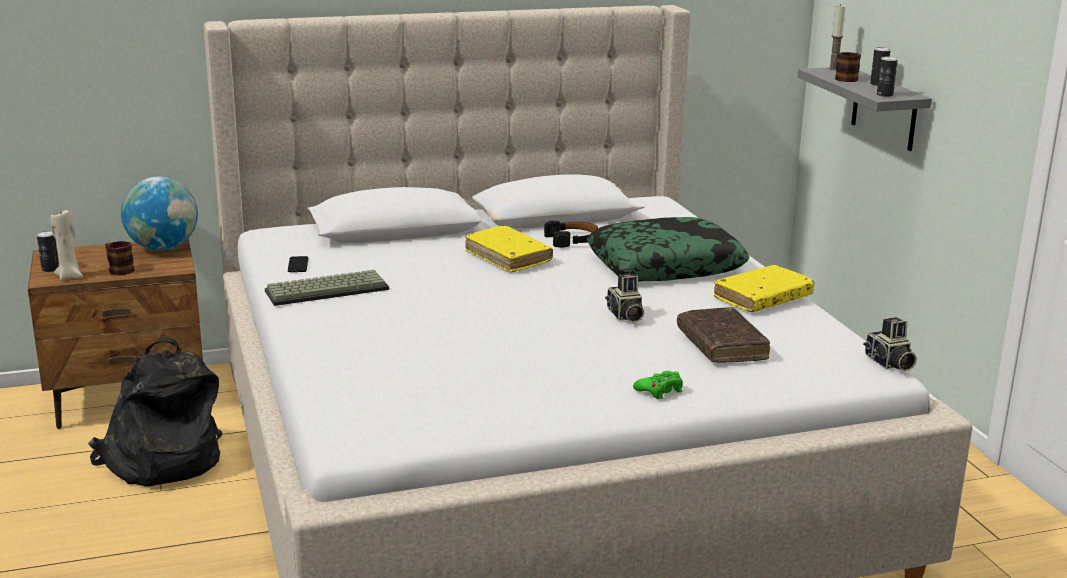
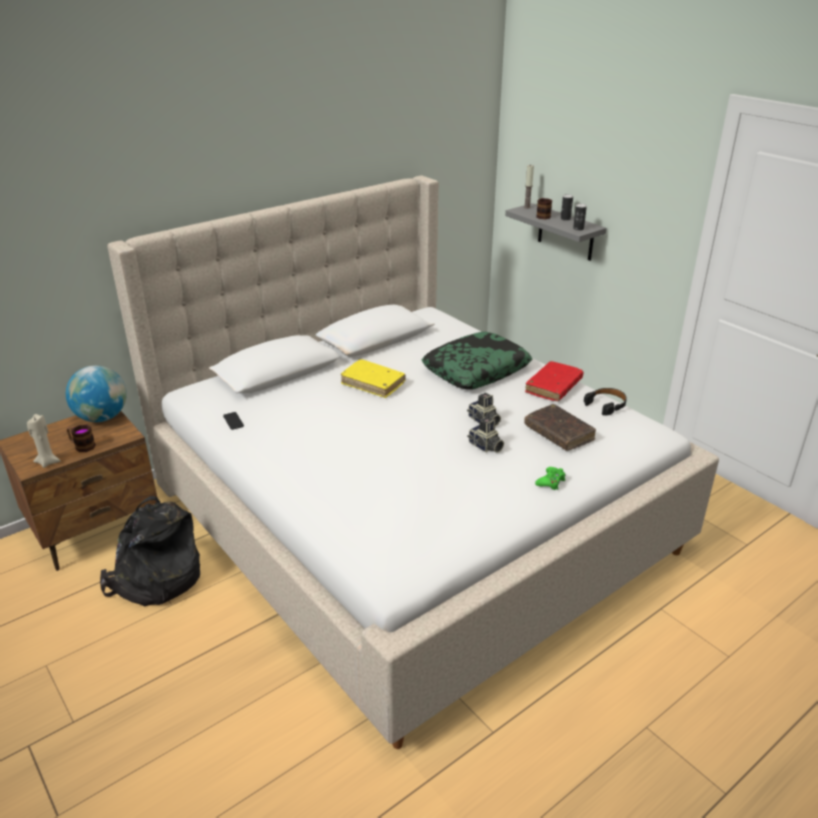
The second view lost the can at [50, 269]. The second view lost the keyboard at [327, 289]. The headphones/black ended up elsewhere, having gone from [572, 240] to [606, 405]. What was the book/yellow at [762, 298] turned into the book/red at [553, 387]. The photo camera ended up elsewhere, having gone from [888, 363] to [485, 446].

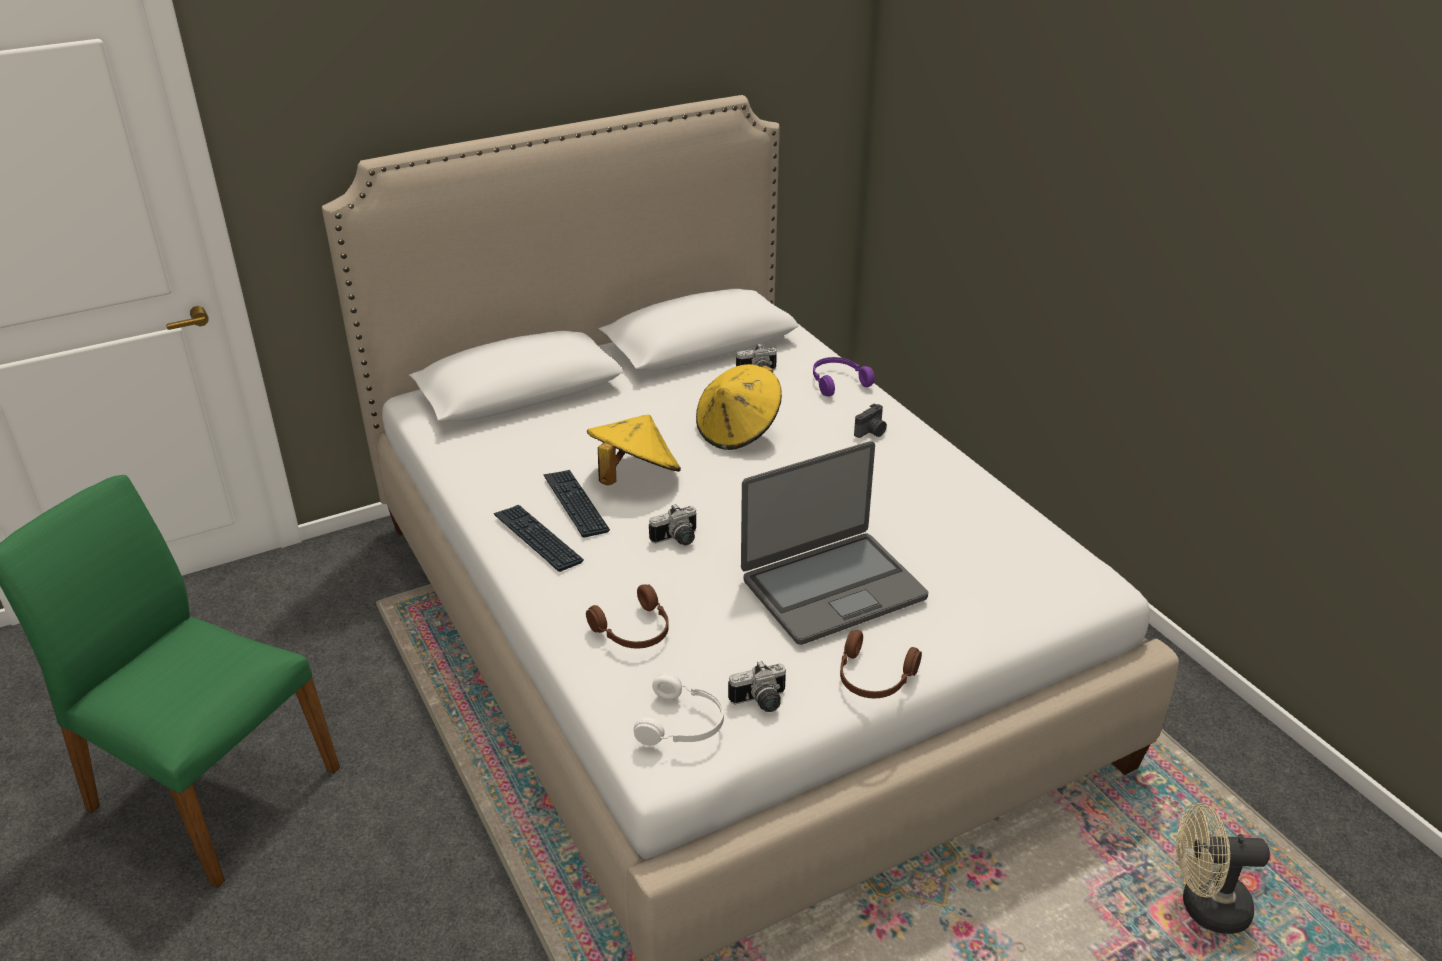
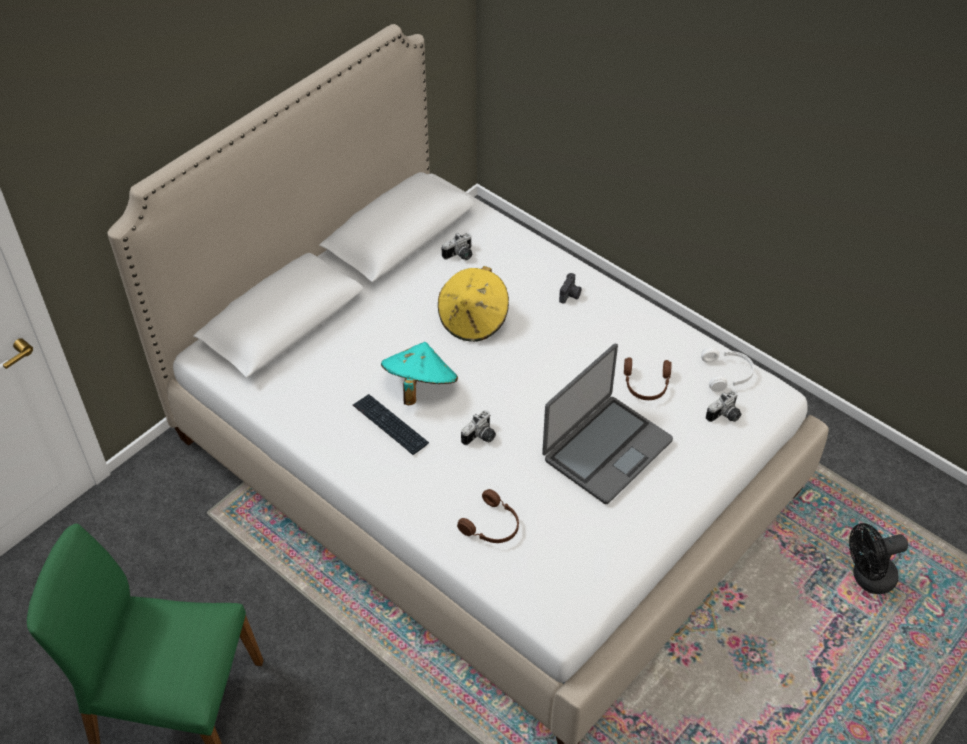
The second view lost the keyboard at [537, 539]. What was the hat/yellow at [634, 477] turned into the hat/turquoise at [419, 387]. The headphones/white ended up elsewhere, having gone from [683, 724] to [727, 373]. The photo camera ended up elsewhere, having gone from [761, 702] to [725, 416]. The second view lost the headphones/purple at [837, 382]. The headphones/brown ended up elsewhere, having gone from [873, 678] to [646, 385]. What was the fan/beige at [1204, 907] turned into the fan/black at [867, 578].

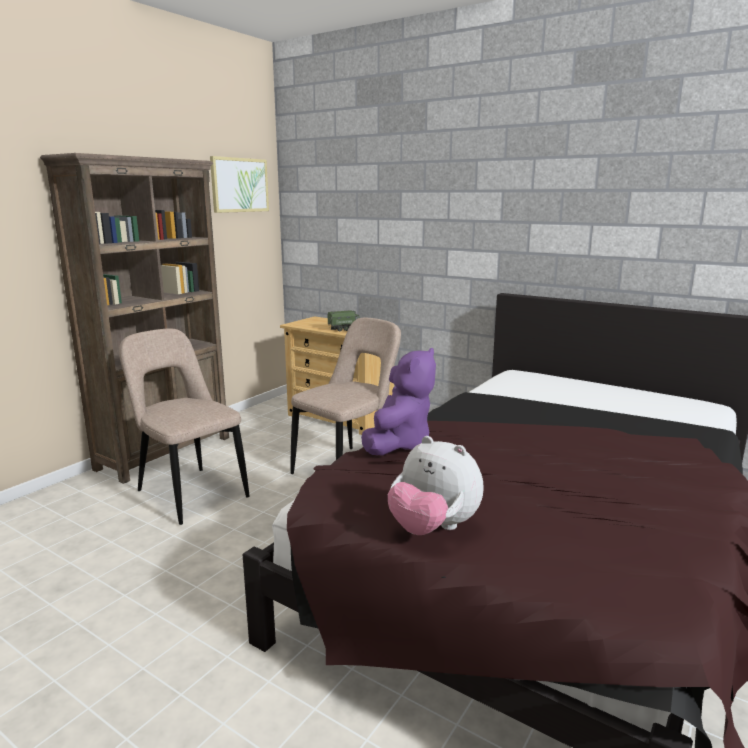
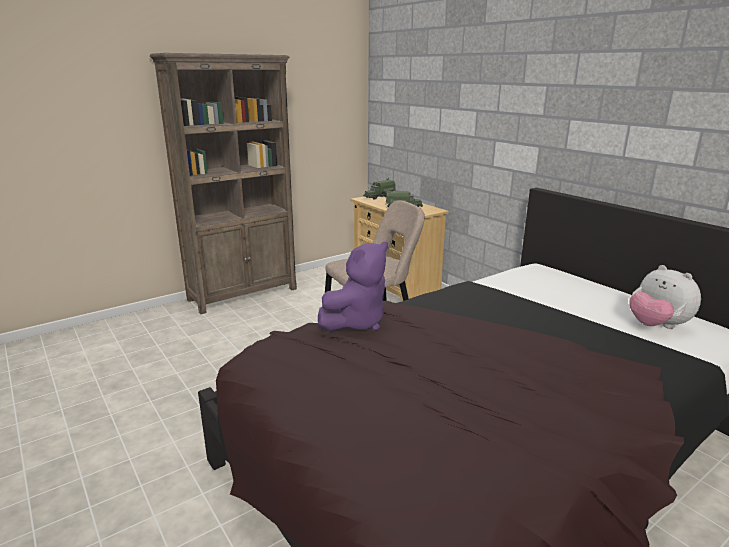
The second view lost the chair/beige at [189, 493]. The second view lost the picture at [239, 185]. The plush toy ended up elsewhere, having gone from [433, 528] to [657, 326]. The second view gained the toy truck at [379, 196].

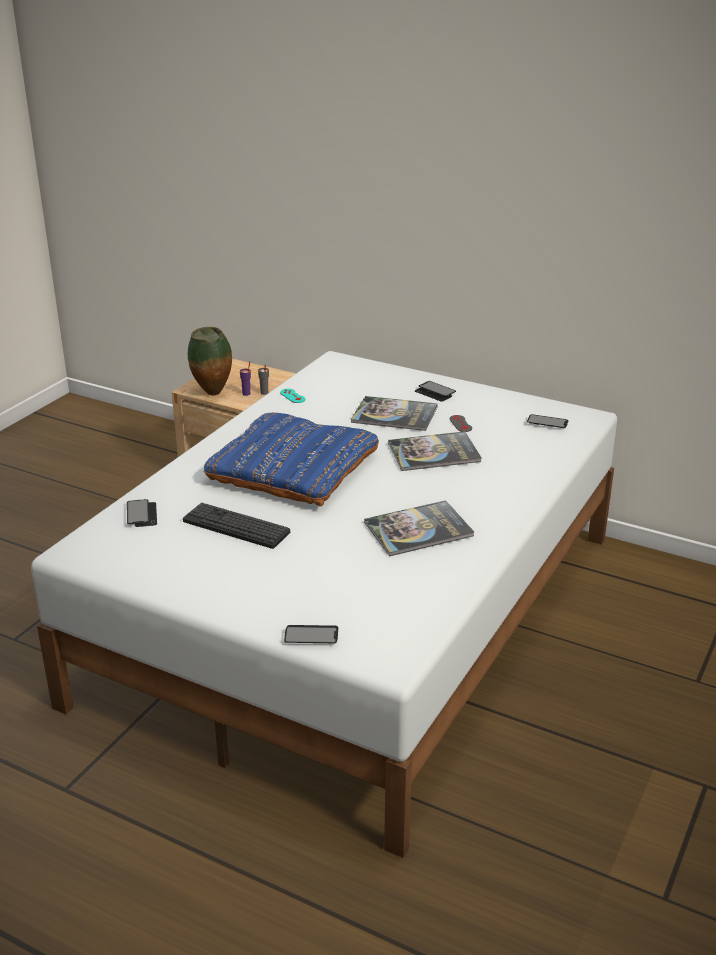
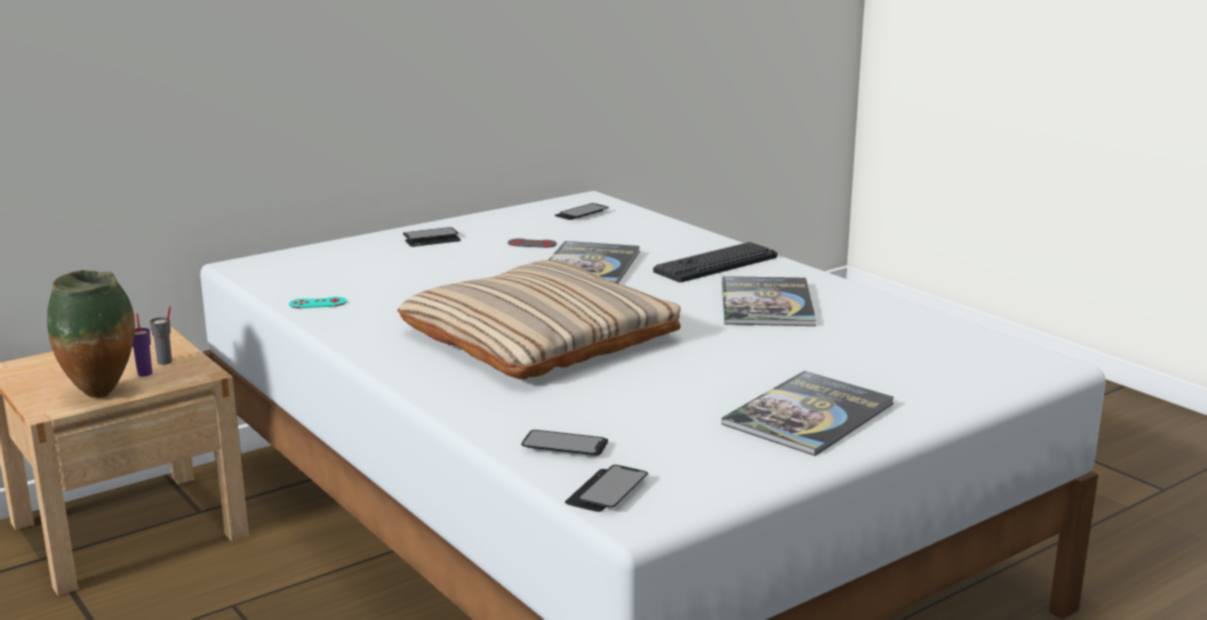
The keyboard ended up elsewhere, having gone from [236, 526] to [716, 264]. What was the pillow/blue at [293, 469] turned into the pillow/beige at [539, 336]. The phone ended up elsewhere, having gone from [311, 636] to [607, 491]. The book ended up elsewhere, having gone from [394, 415] to [809, 415].

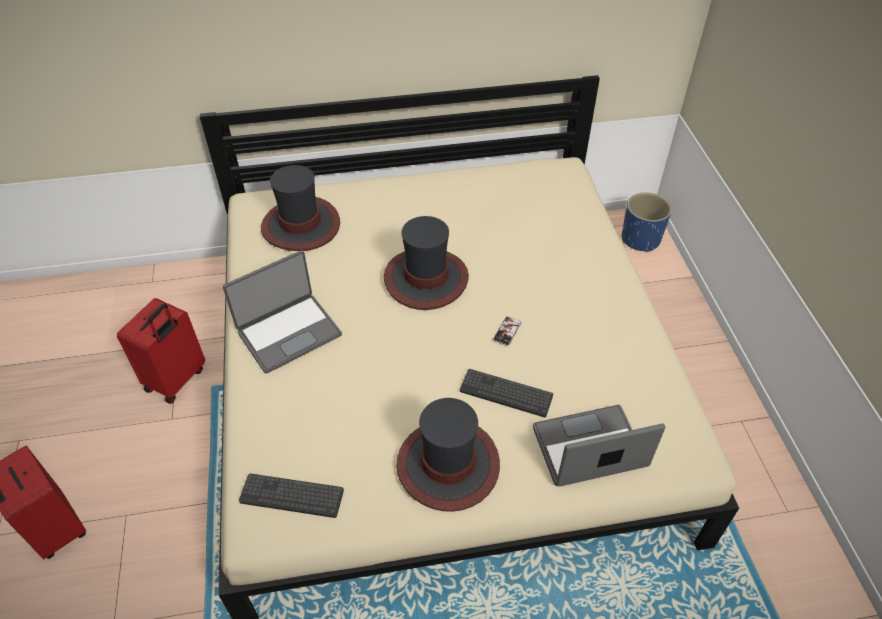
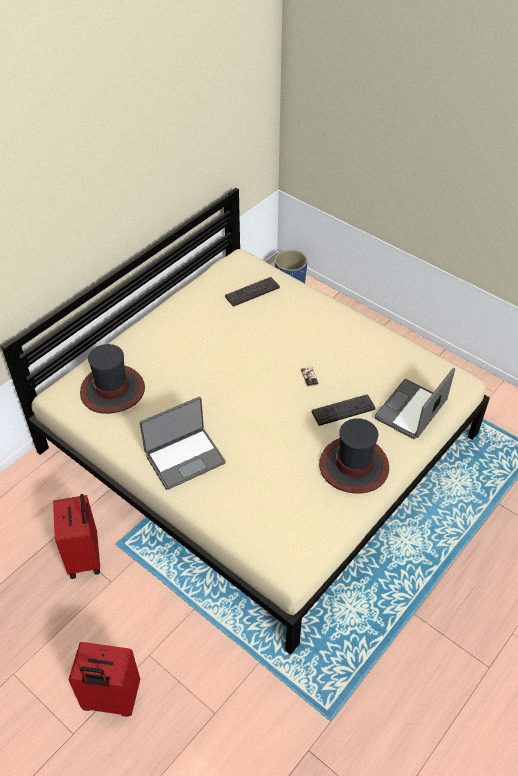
The laptop at [288, 332] ended up facing another way, 45 degrees clockwise from before. The keyboard ended up elsewhere, having gone from [292, 496] to [252, 292]. The second view lost the hat at [426, 279].

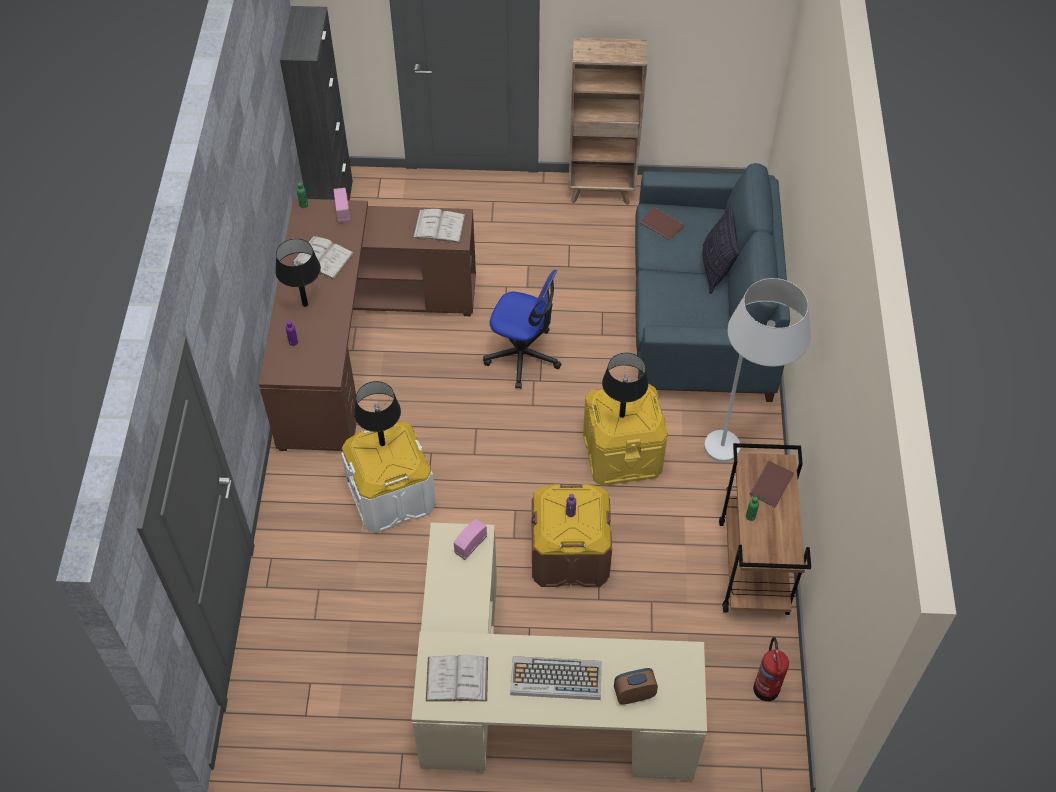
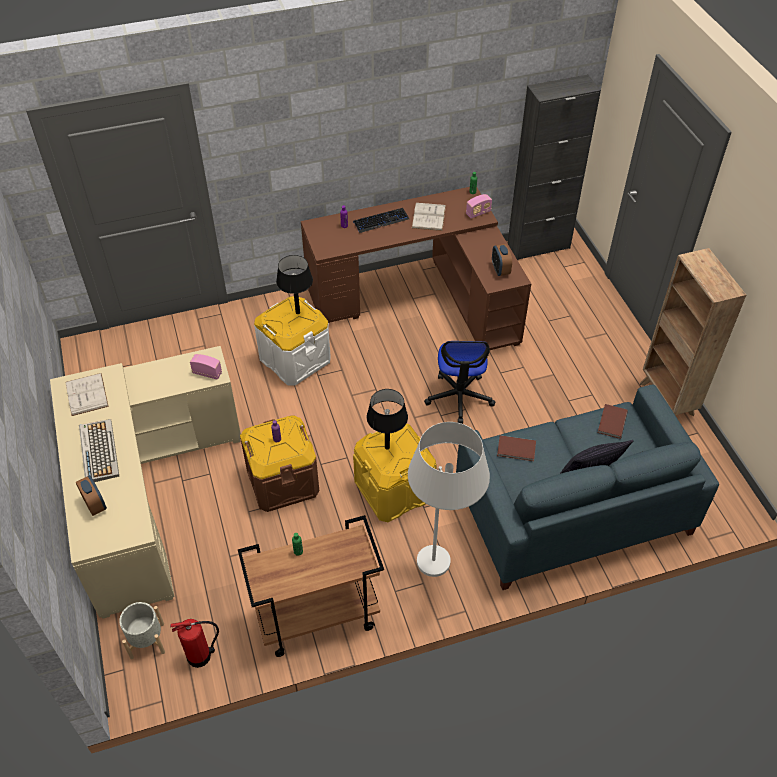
Where the table lamp/black stood at [305, 304], the keyboard came to stand at [381, 221]. Where the book/white stood at [439, 227], the alarm clock came to stand at [500, 270]. The book/brown ended up elsewhere, having gone from [772, 485] to [516, 450]. The second view gained the planter/grey at [147, 640].

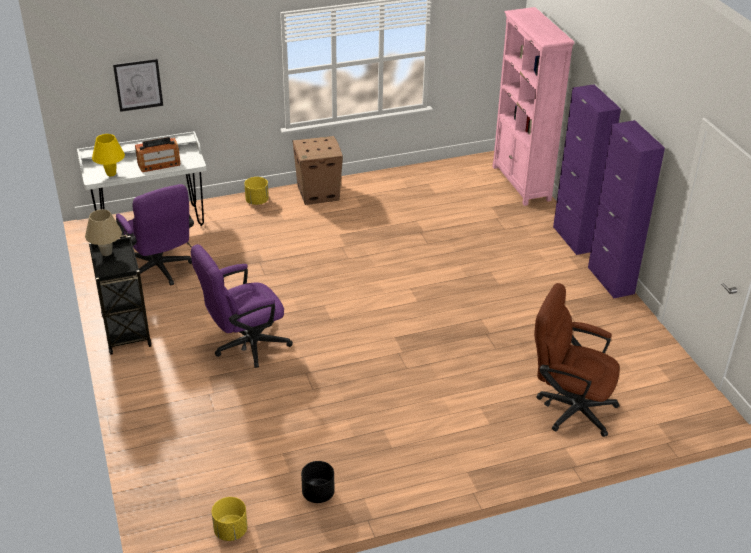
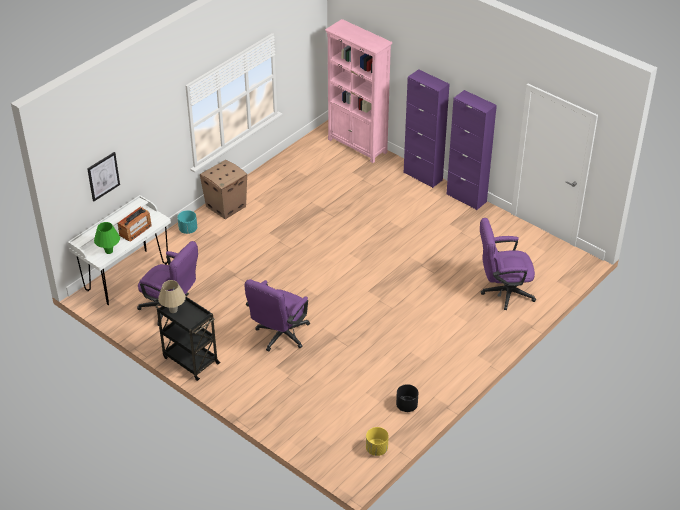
What was the table lamp/yellow at [111, 173] turned into the table lamp/green at [109, 251]. What was the planter/yellow at [257, 201] turned into the planter/turquoise at [188, 229]. What was the office chair/brown at [568, 407] turned into the office chair/purple at [503, 292].

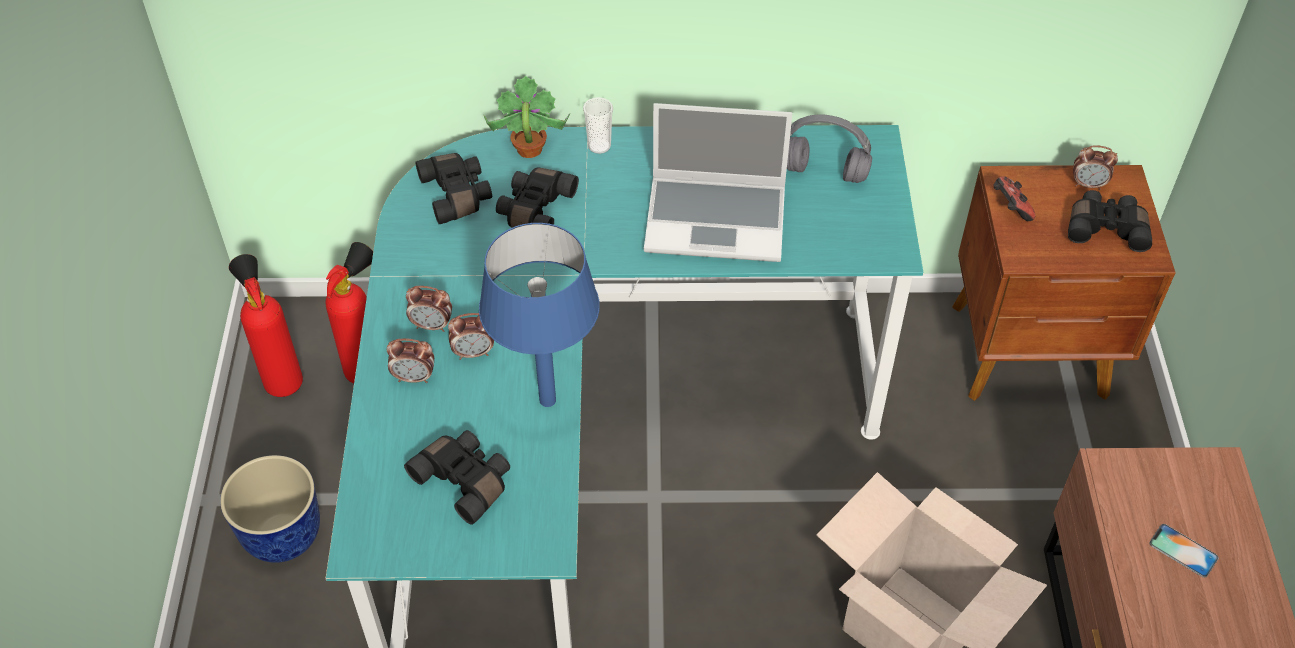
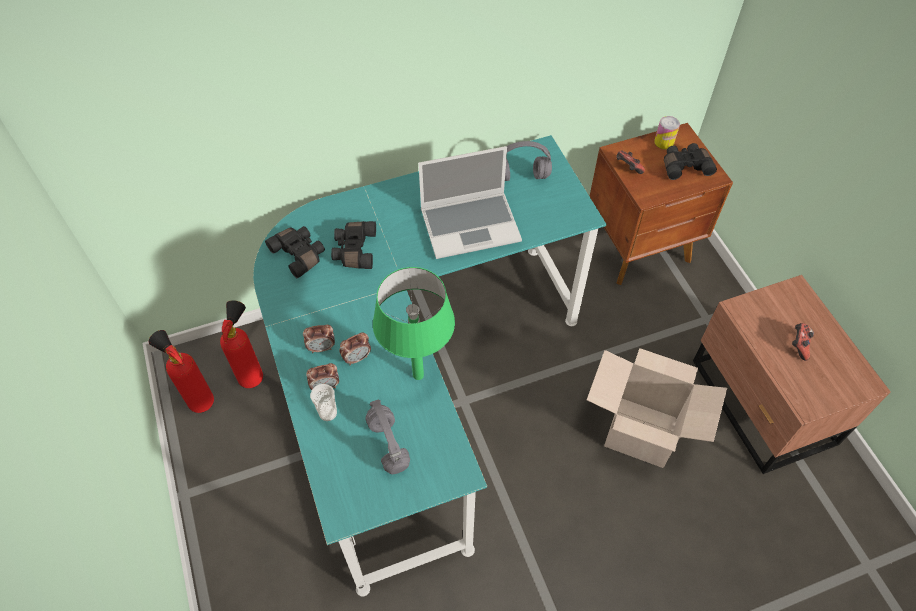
The second view lost the planter at [283, 535]. Where the binoculars/black stood at [465, 480], the headphones/grey came to stand at [389, 445]. What was the table lamp/blue at [547, 399] turned into the table lamp/green at [418, 374]. The second view lost the potted plant at [528, 149]. The cup ended up elsewhere, having gone from [599, 146] to [328, 413]. Where the alarm clock stood at [1088, 184], the can came to stand at [664, 142]. Where the phone stood at [1183, 550], the game controller came to stand at [798, 345].

